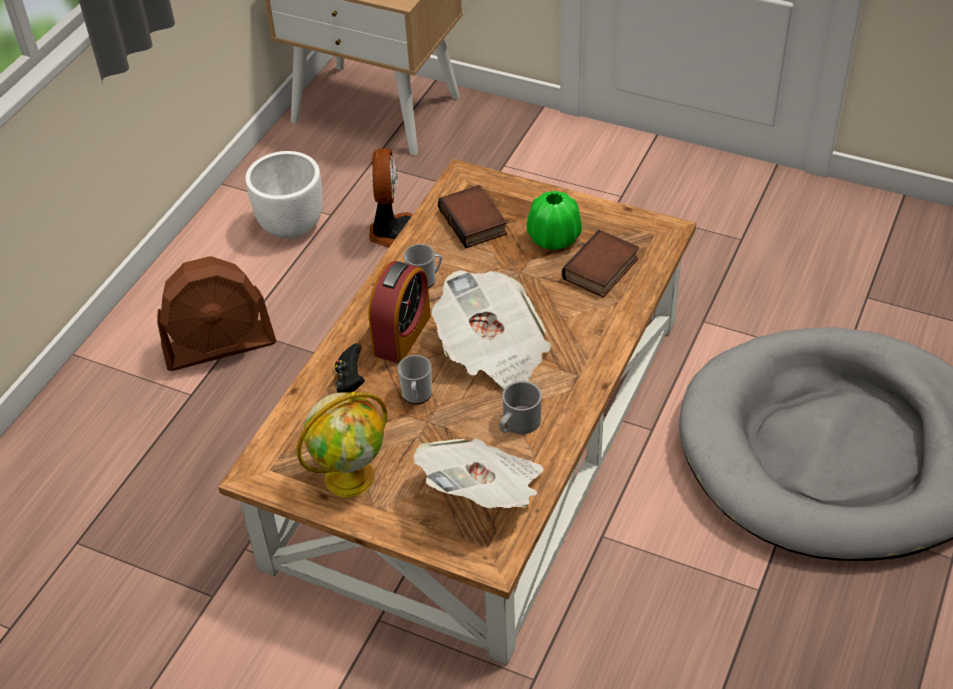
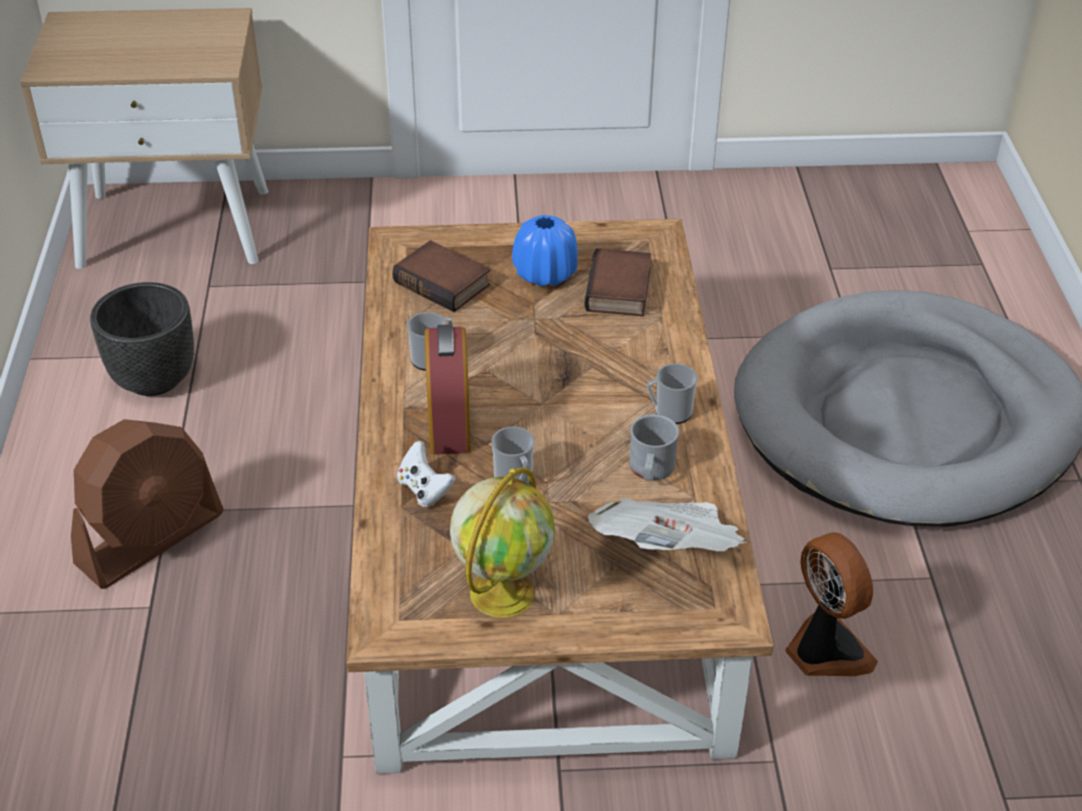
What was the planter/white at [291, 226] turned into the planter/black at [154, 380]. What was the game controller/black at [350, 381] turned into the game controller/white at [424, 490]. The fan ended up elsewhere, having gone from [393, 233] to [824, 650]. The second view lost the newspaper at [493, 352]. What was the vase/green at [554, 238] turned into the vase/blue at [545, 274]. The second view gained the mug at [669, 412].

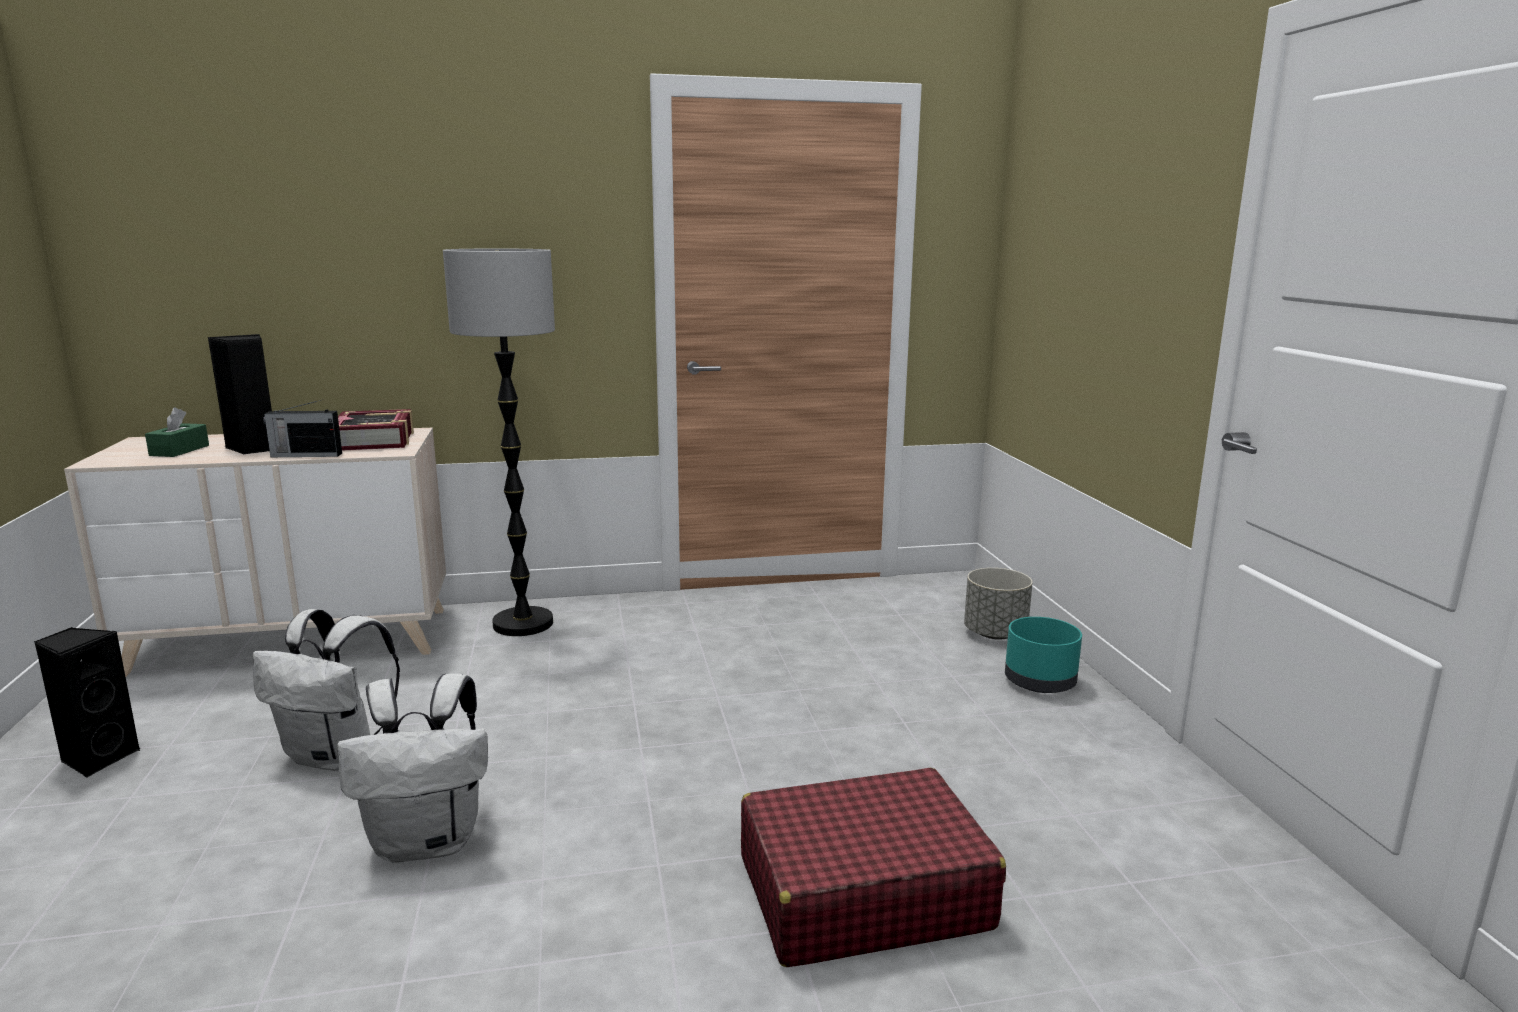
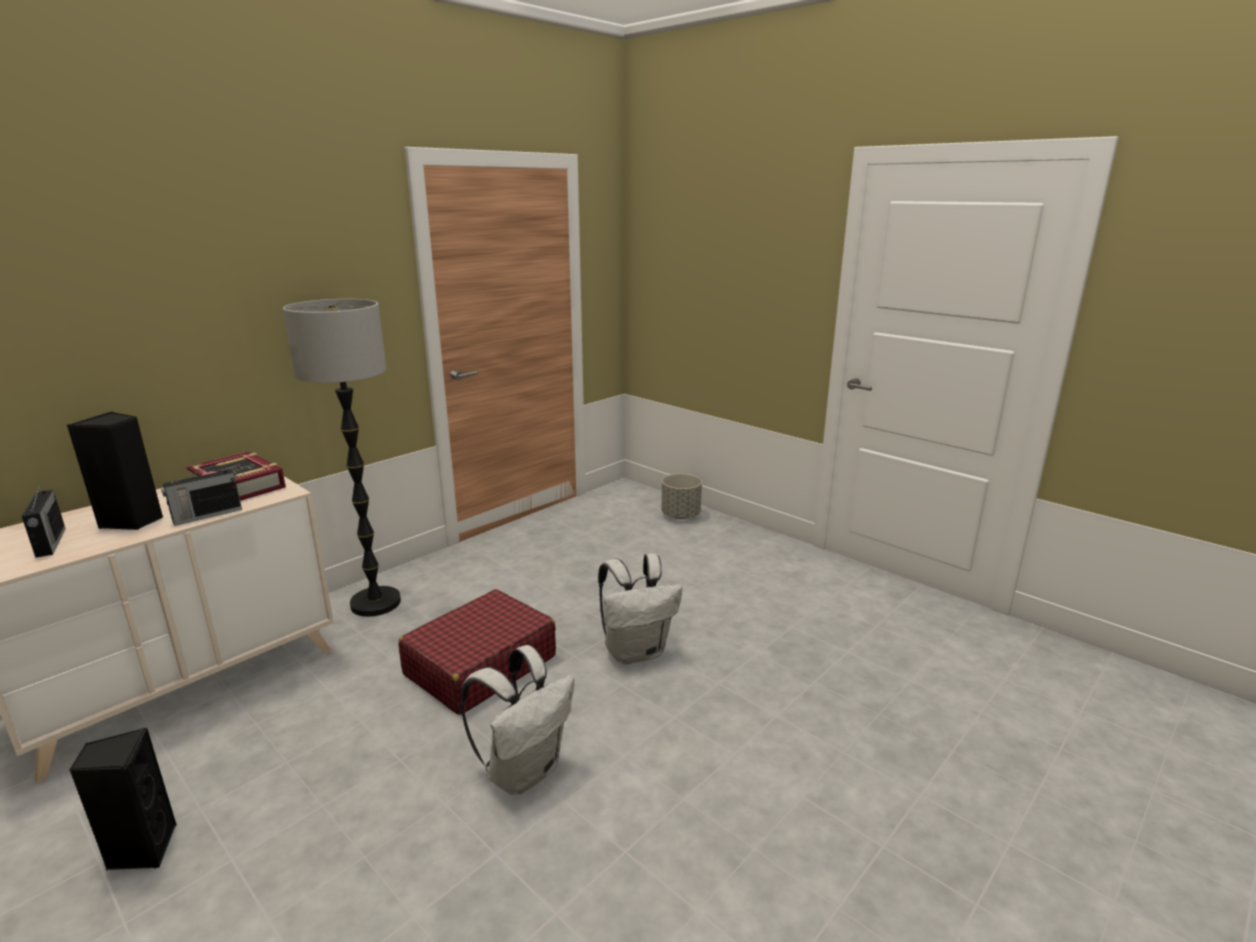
Where the tissue box/green stood at [179, 450], the radio came to stand at [50, 543]. The backpack/white ended up elsewhere, having gone from [336, 755] to [636, 651]. The suitcase/red ended up elsewhere, having gone from [862, 892] to [480, 666]. The second view lost the planter/turquoise at [1040, 683].

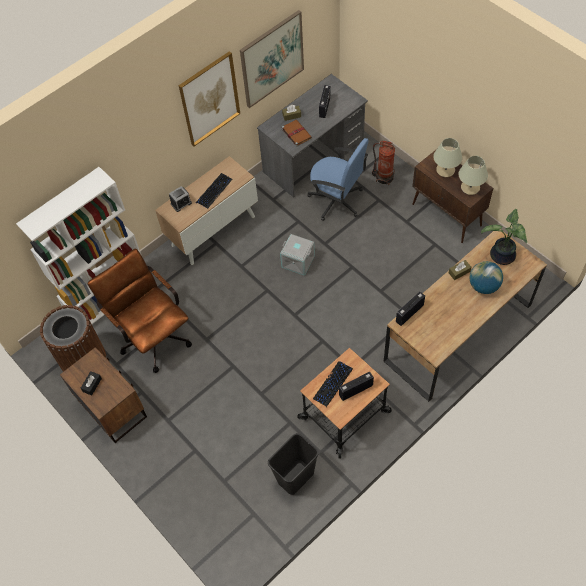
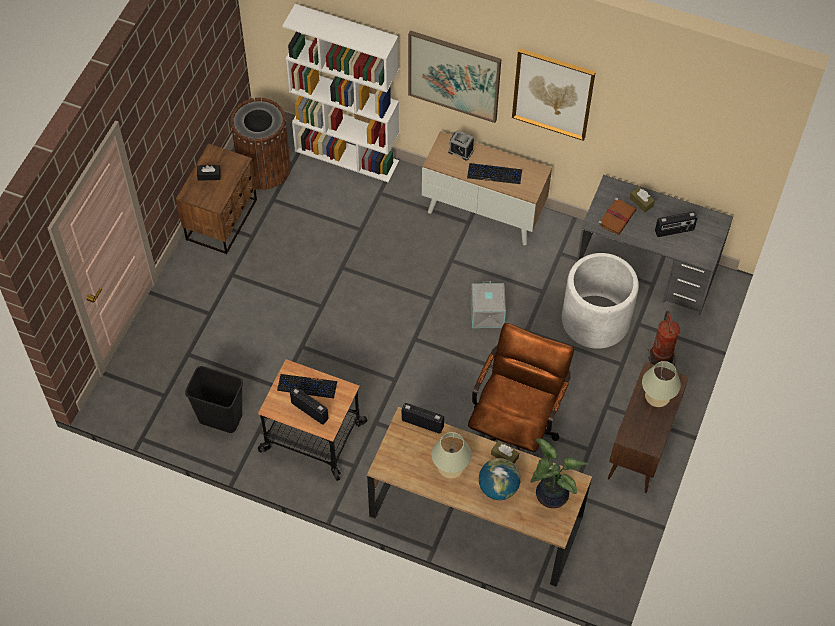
The office chair/brown ended up elsewhere, having gone from [152, 335] to [515, 428]. The picture ended up elsewhere, having gone from [272, 59] to [454, 75]. Where the office chair/blue stood at [337, 201], the planter/white came to stand at [595, 320]. The table lamp/beige ended up elsewhere, having gone from [470, 187] to [451, 467].

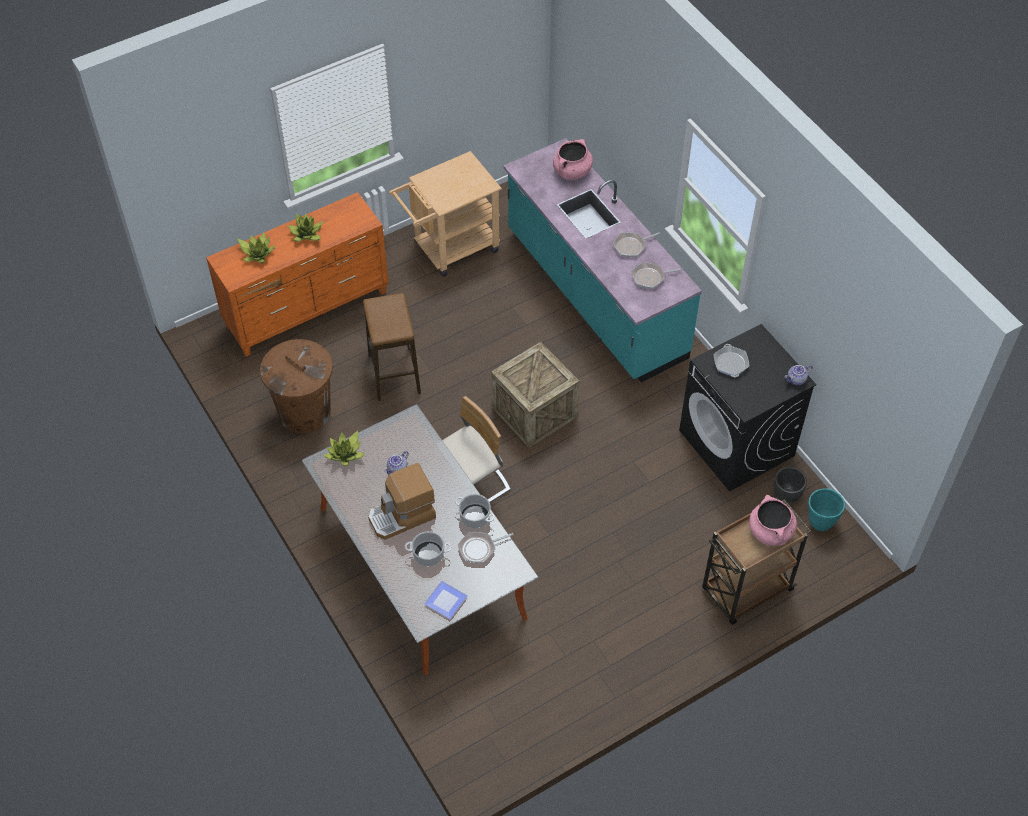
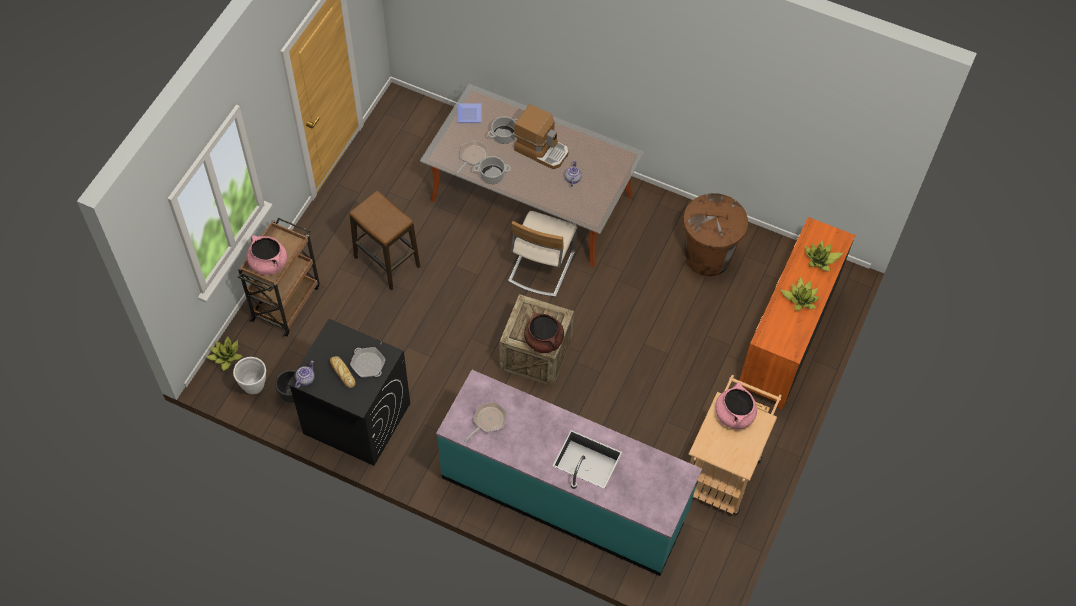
The potted plant ended up elsewhere, having gone from [345, 454] to [226, 357]. The stool ended up elsewhere, having gone from [394, 374] to [386, 262]. The coffee machine at [402, 516] ended up facing another way, 90 degrees clockwise from before. The cooking pot/pink ended up elsewhere, having gone from [572, 171] to [734, 414]. The second view lost the frying pan at [631, 246]. What was the planter/turquoise at [820, 522] turned into the planter/white at [254, 386]. The second view gained the bread at [342, 372]. The second view gained the cooking pot/brown at [544, 340].

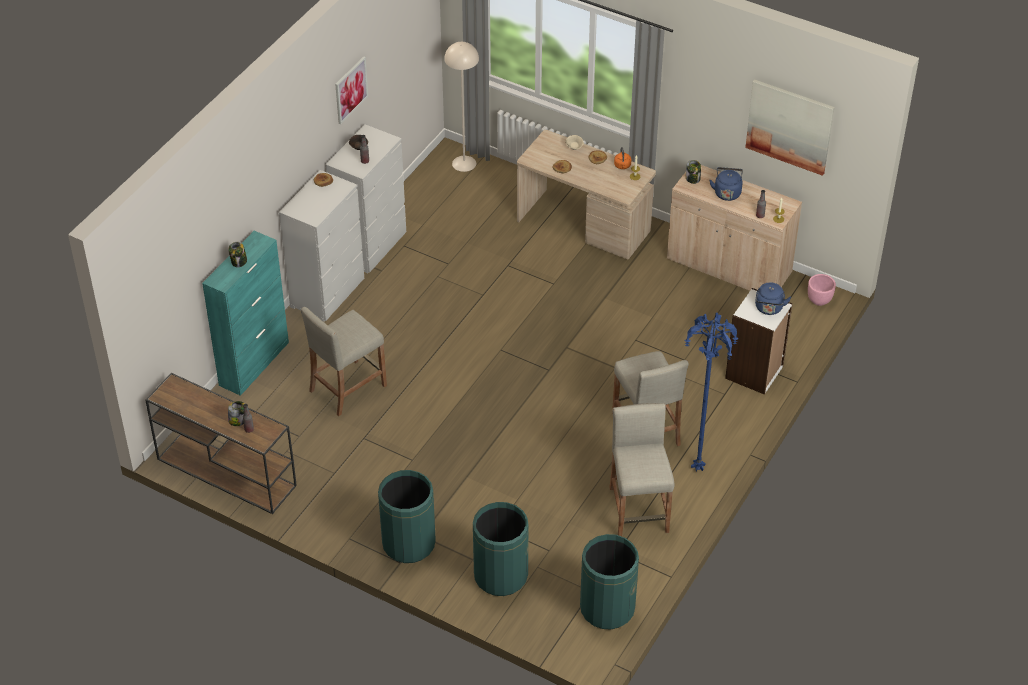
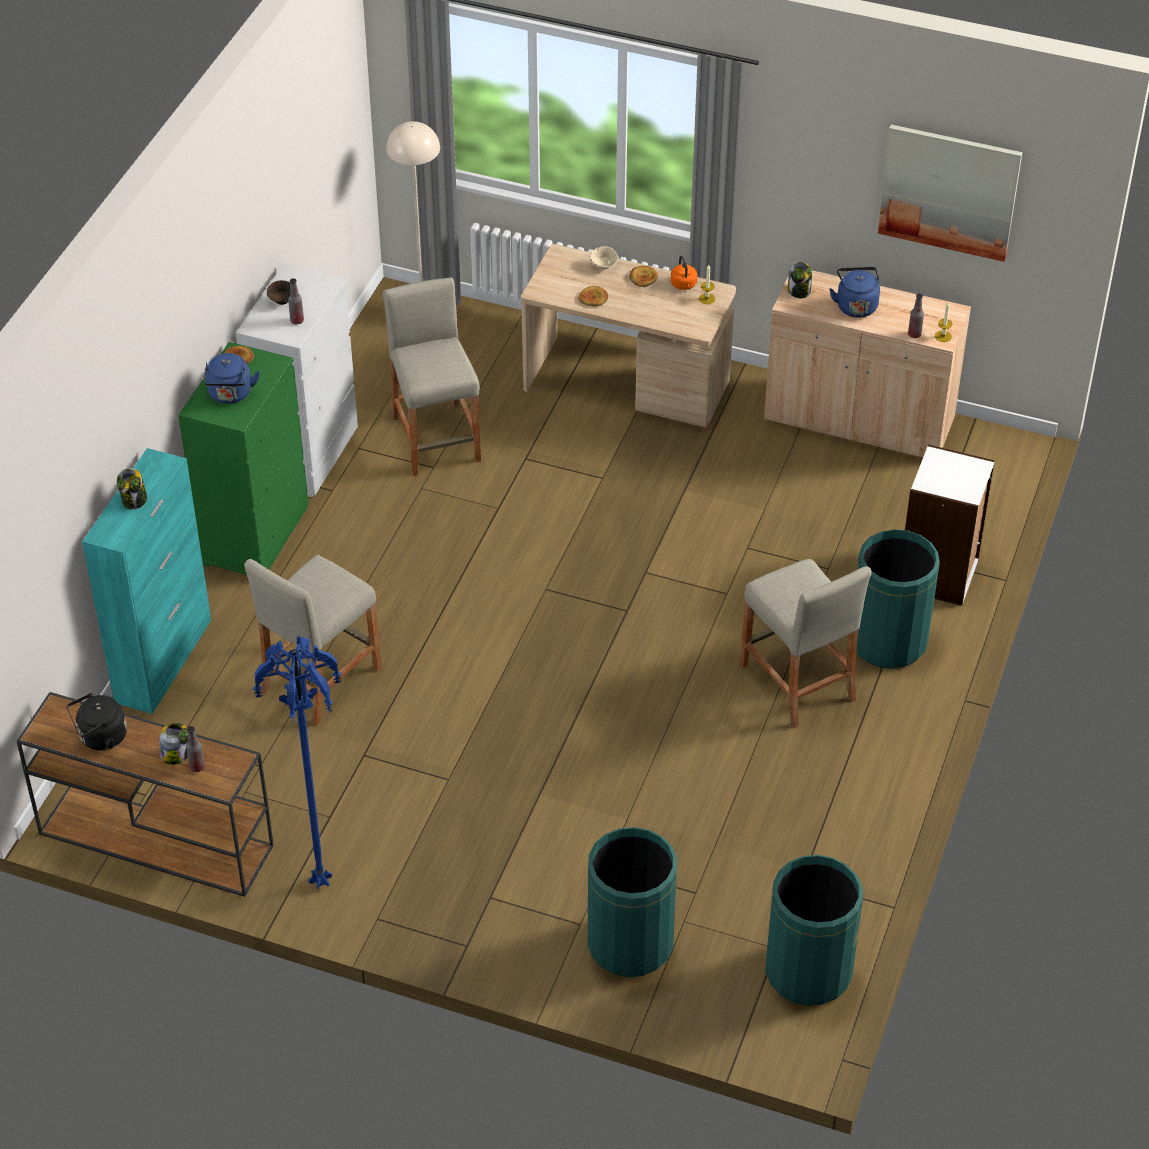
What was the dresser/white at [327, 293] turned into the dresser/green at [256, 535]. The second view lost the picture at [351, 89]. The trash can/green ended up elsewhere, having gone from [408, 543] to [888, 641]. The stool/beige ended up elsewhere, having gone from [638, 509] to [436, 439]. The floor lamp/blue ended up elsewhere, having gone from [698, 467] to [321, 881]. The kettle/blue ended up elsewhere, having gone from [769, 309] to [230, 395]. The second view lost the planter/pink at [819, 300]. The second view gained the kettle/black at [100, 738].

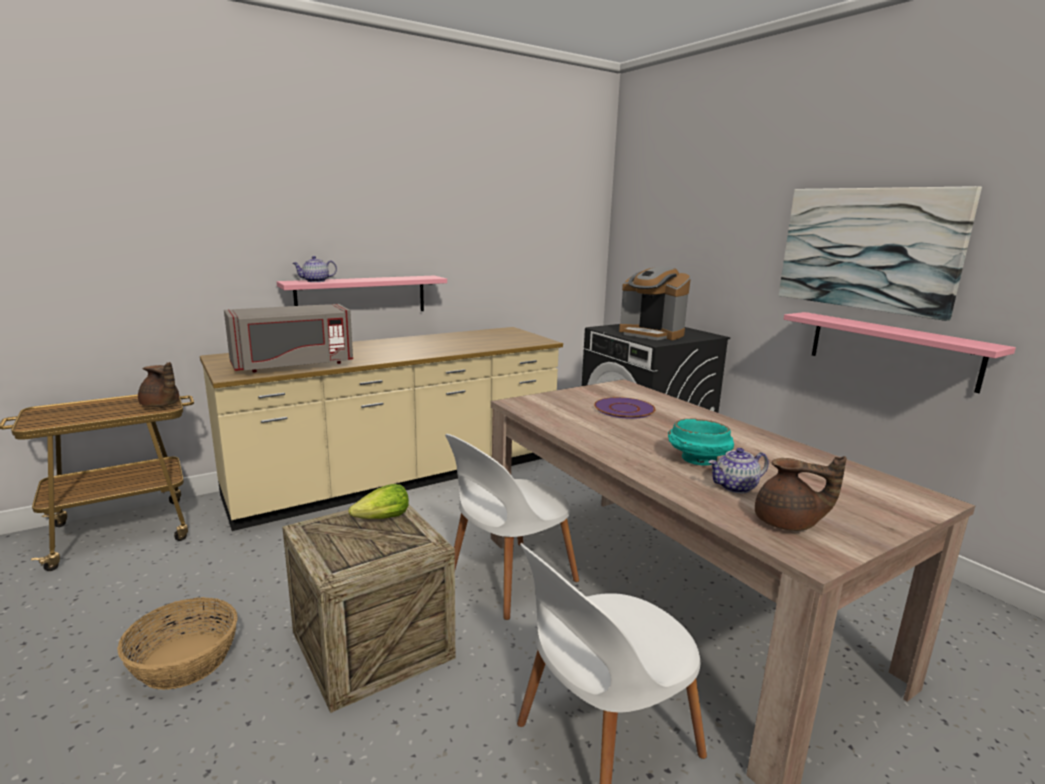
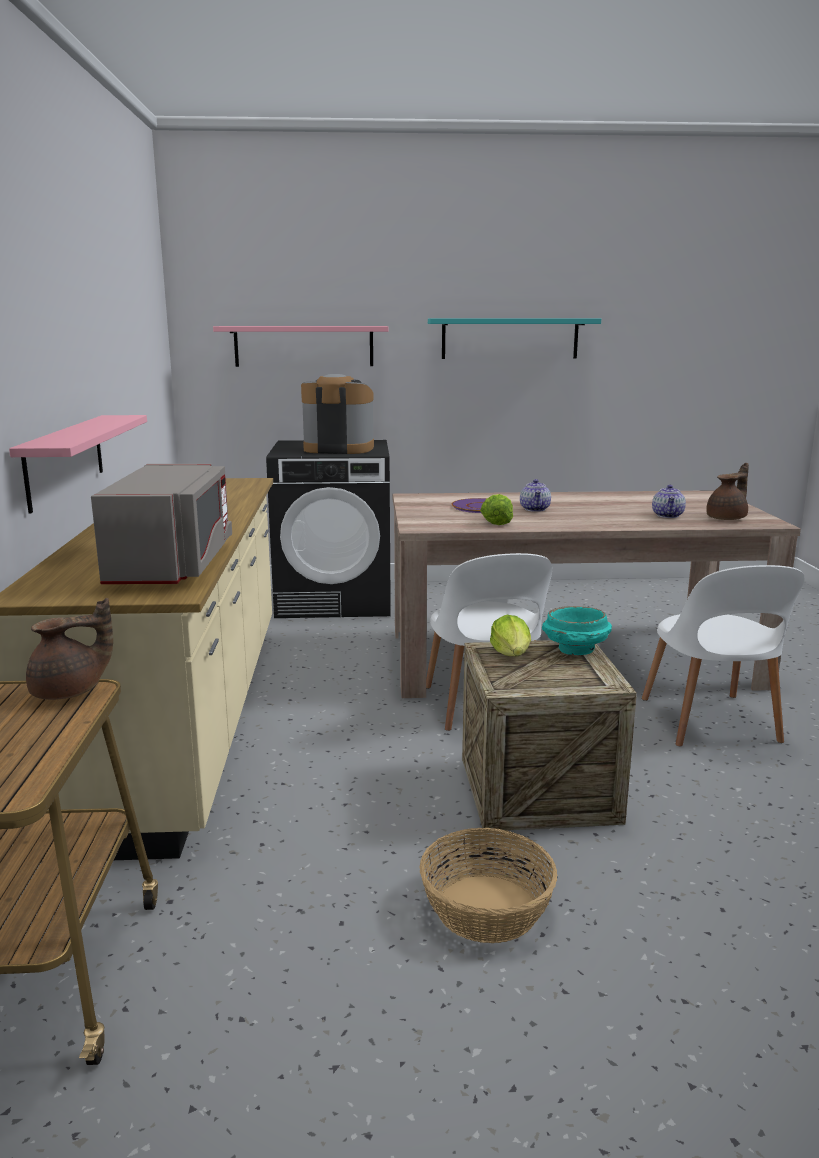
The teapot ended up elsewhere, having gone from [315, 281] to [535, 509]. The coffee machine at [651, 334] ended up facing another way, 150 degrees counterclockwise from before. The bowl/turquoise ended up elsewhere, having gone from [697, 460] to [575, 650]. Where the picture hung at [867, 249], the shelf/turquoise came to hang at [510, 338]. The shelf/pink ended up elsewhere, having gone from [891, 349] to [304, 346]. The second view gained the lettuce at [496, 522].

